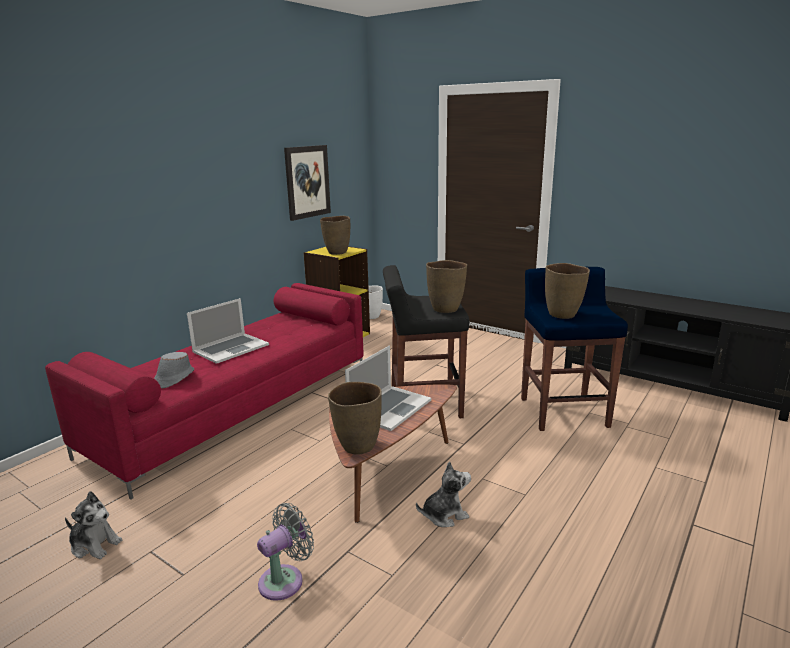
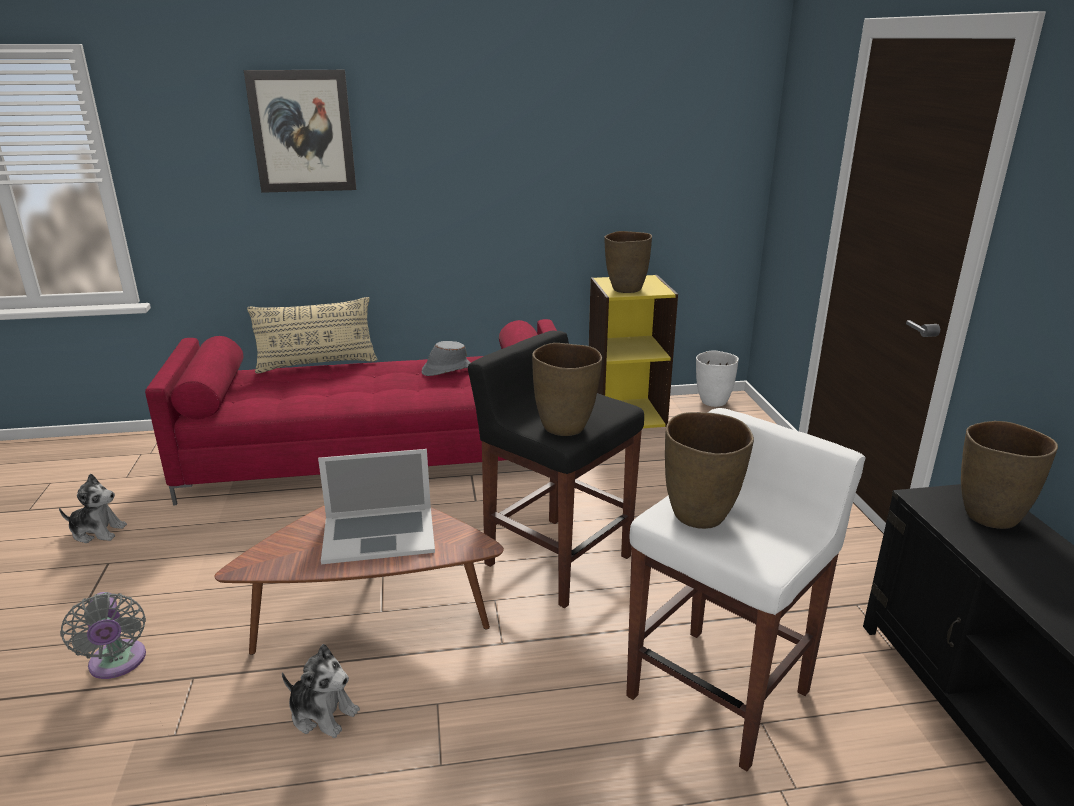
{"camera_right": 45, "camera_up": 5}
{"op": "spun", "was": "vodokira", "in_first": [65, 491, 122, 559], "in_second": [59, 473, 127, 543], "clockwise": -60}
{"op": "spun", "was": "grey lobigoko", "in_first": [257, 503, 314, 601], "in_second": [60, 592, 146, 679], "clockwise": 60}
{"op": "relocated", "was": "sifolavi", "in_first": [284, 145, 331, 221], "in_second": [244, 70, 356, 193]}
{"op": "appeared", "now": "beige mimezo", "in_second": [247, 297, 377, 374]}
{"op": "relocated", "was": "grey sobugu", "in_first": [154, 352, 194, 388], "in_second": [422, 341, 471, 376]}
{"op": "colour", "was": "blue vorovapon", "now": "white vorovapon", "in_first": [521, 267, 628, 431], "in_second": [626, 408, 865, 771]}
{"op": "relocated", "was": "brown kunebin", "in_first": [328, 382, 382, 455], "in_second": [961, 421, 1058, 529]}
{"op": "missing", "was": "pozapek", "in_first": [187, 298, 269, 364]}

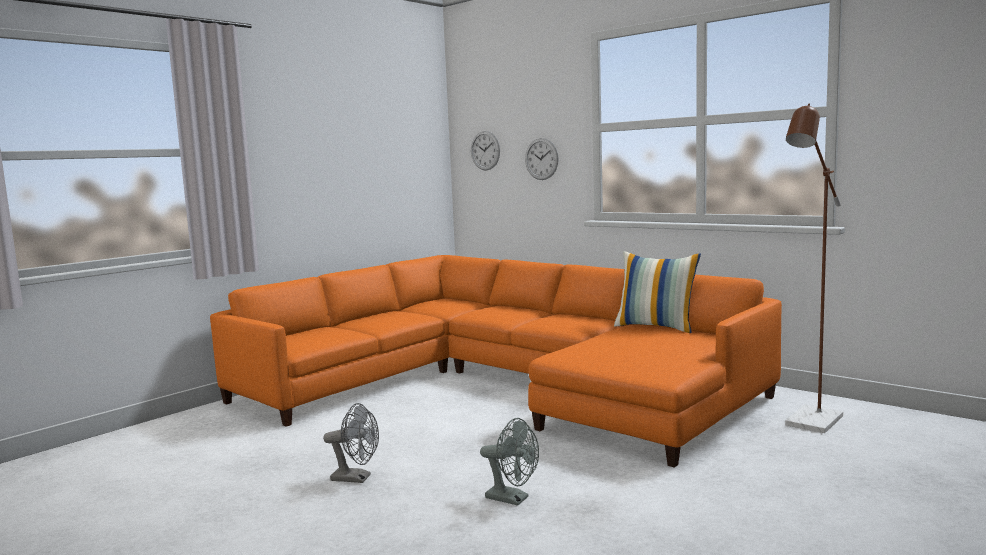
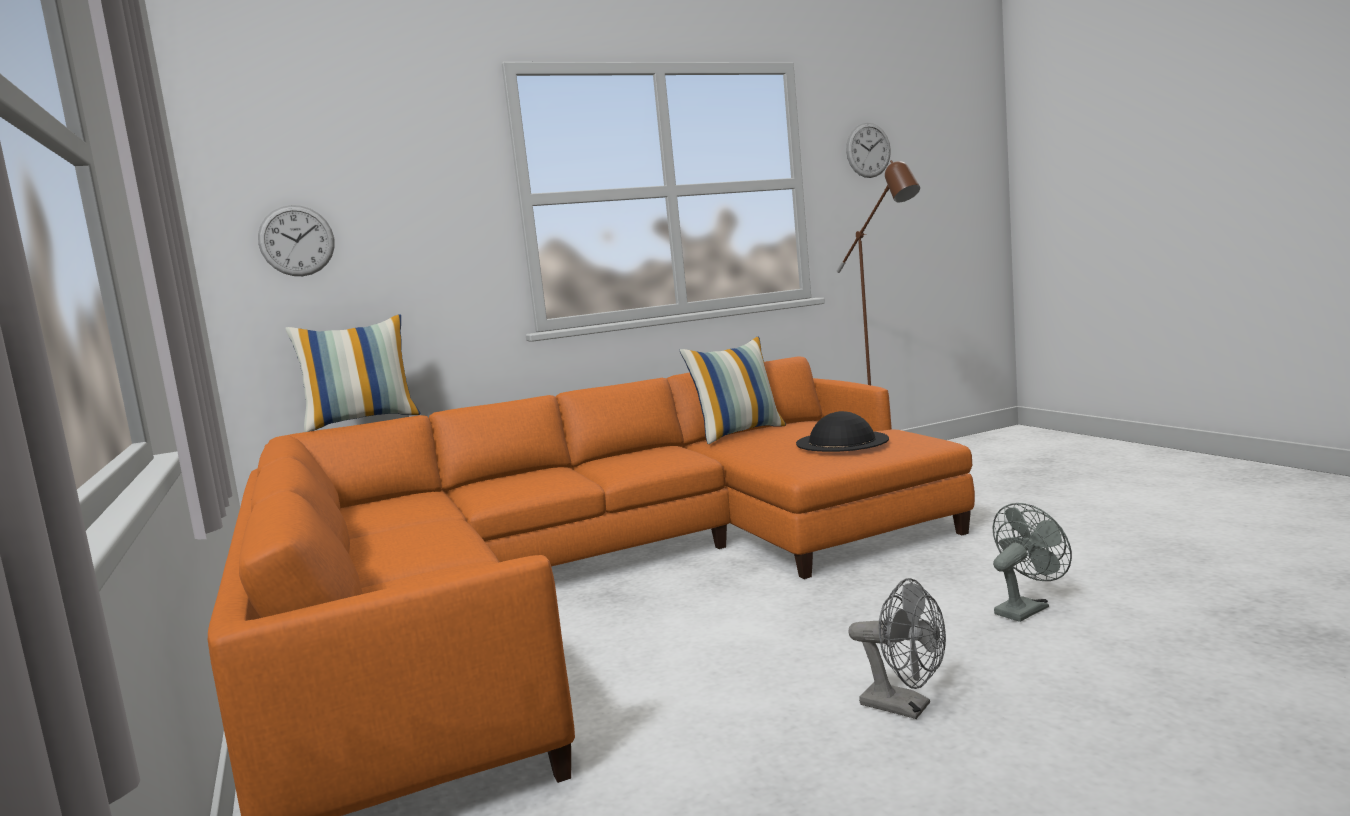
{"camera_right": -65, "camera_up": 0}
{"op": "appeared", "now": "mimezo", "in_second": [285, 314, 421, 432]}
{"op": "appeared", "now": "black sobugu", "in_second": [796, 411, 889, 452]}
{"op": "relocated", "was": "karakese", "in_first": [525, 138, 559, 180], "in_second": [846, 123, 891, 178]}
{"op": "spun", "was": "grey lobigoko", "in_first": [323, 403, 379, 483], "in_second": [848, 578, 946, 719], "clockwise": 90}

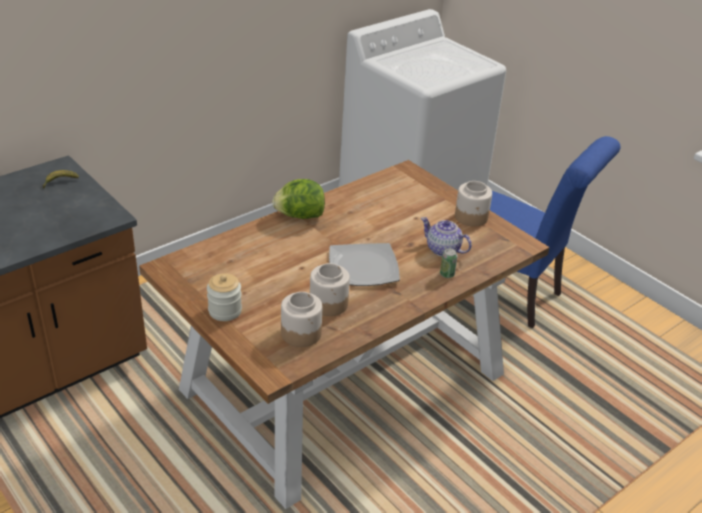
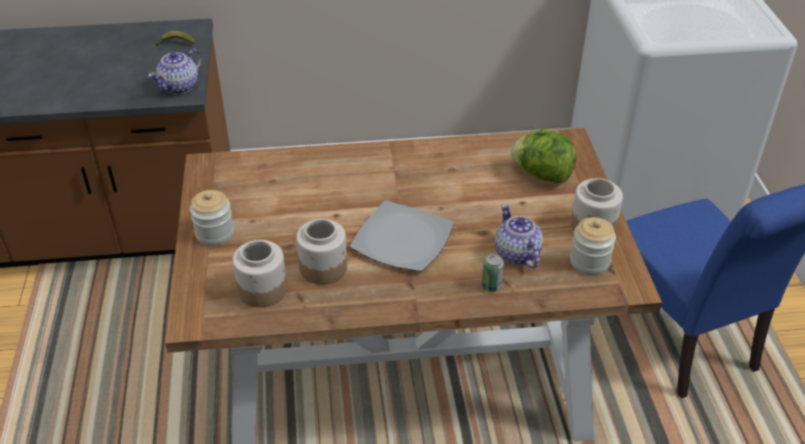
{"camera_right": 35, "camera_up": 5}
{"op": "appeared", "now": "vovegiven", "in_second": [148, 48, 202, 94]}
{"op": "relocated", "was": "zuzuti", "in_first": [272, 179, 325, 219], "in_second": [511, 129, 576, 183]}
{"op": "appeared", "now": "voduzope", "in_second": [570, 217, 616, 275]}

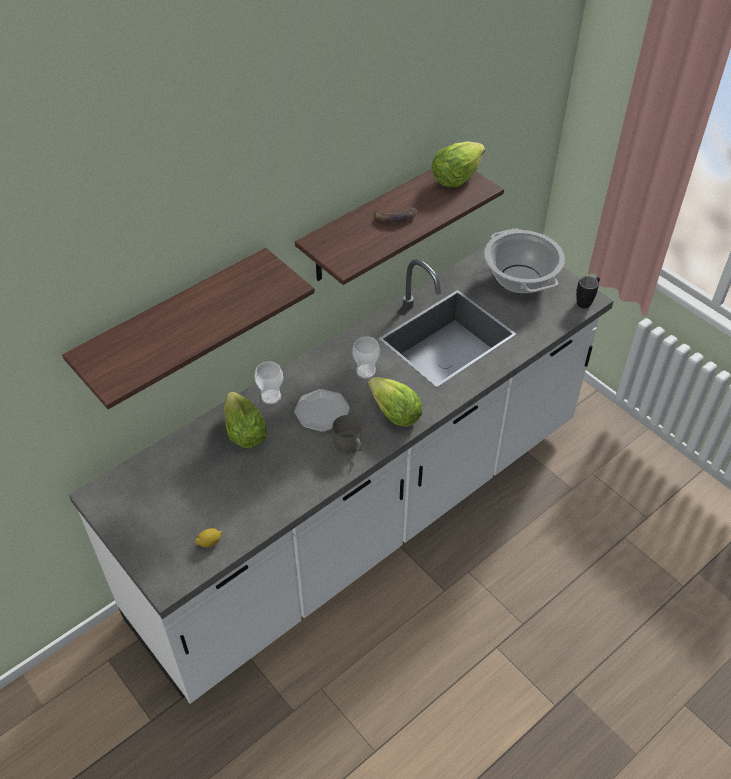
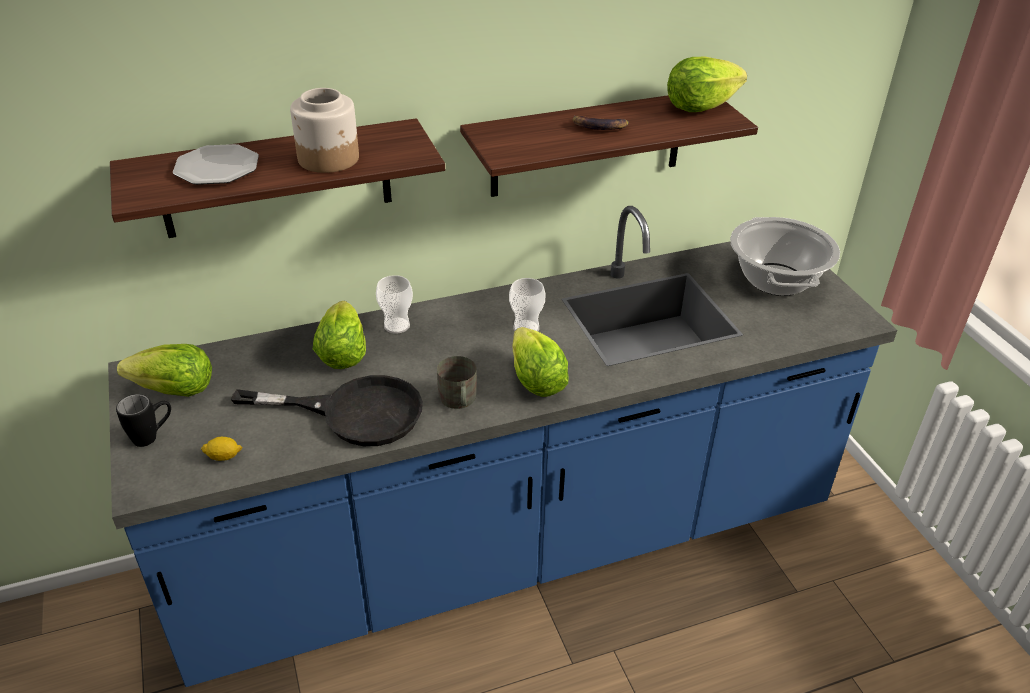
{"camera_right": 20, "camera_up": -10}
{"op": "colour", "was": "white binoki", "now": "blue binoki", "in_first": [69, 246, 614, 704], "in_second": [108, 206, 897, 687]}
{"op": "relocated", "was": "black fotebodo", "in_first": [576, 276, 600, 309], "in_second": [116, 394, 171, 447]}
{"op": "appeared", "now": "zuzuti", "in_second": [117, 344, 212, 397]}
{"op": "relocated", "was": "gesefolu", "in_first": [294, 389, 350, 432], "in_second": [173, 144, 259, 185]}
{"op": "appeared", "now": "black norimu", "in_second": [231, 375, 423, 446]}
{"op": "appeared", "now": "voduzope", "in_second": [290, 88, 359, 173]}

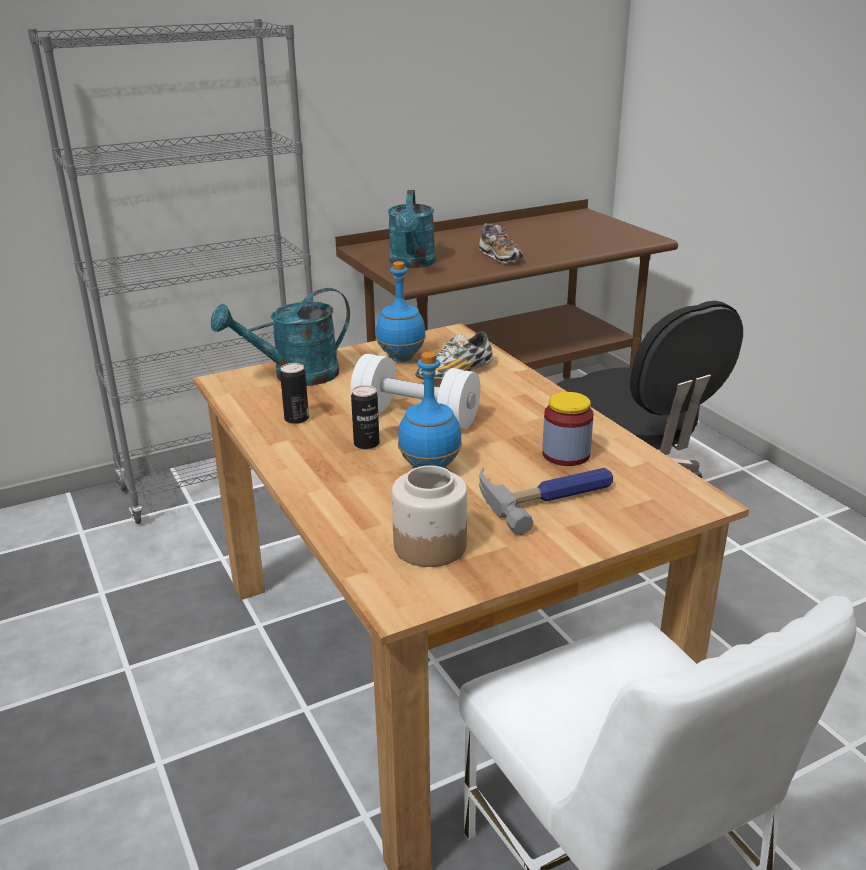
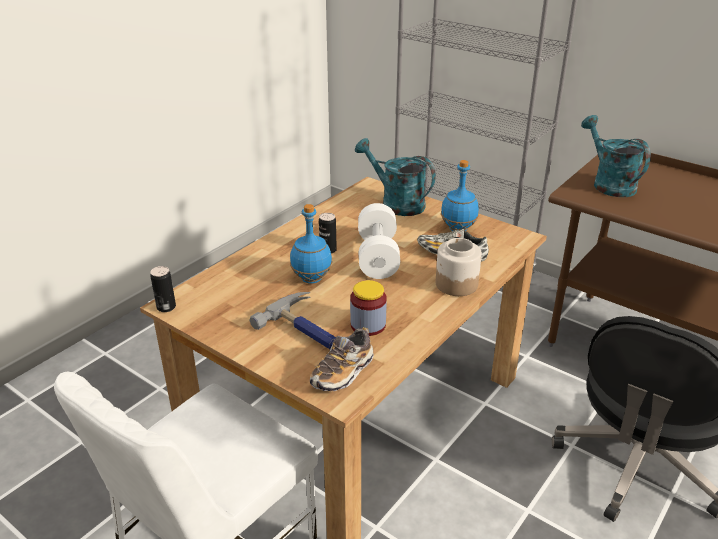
{"camera_right": 65, "camera_up": 5}
{"op": "relocated", "was": "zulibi", "in_first": [280, 363, 309, 424], "in_second": [150, 266, 176, 312]}
{"op": "relocated", "was": "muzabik", "in_first": [479, 223, 523, 263], "in_second": [310, 327, 374, 391]}
{"op": "relocated", "was": "voduzope", "in_first": [392, 466, 467, 567], "in_second": [436, 238, 482, 296]}
{"op": "spun", "was": "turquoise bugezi", "in_first": [388, 190, 436, 268], "in_second": [581, 115, 651, 197], "clockwise": 90}

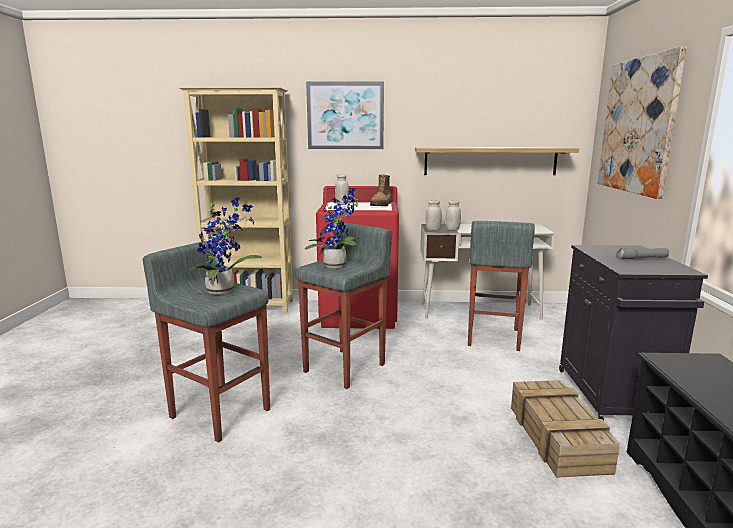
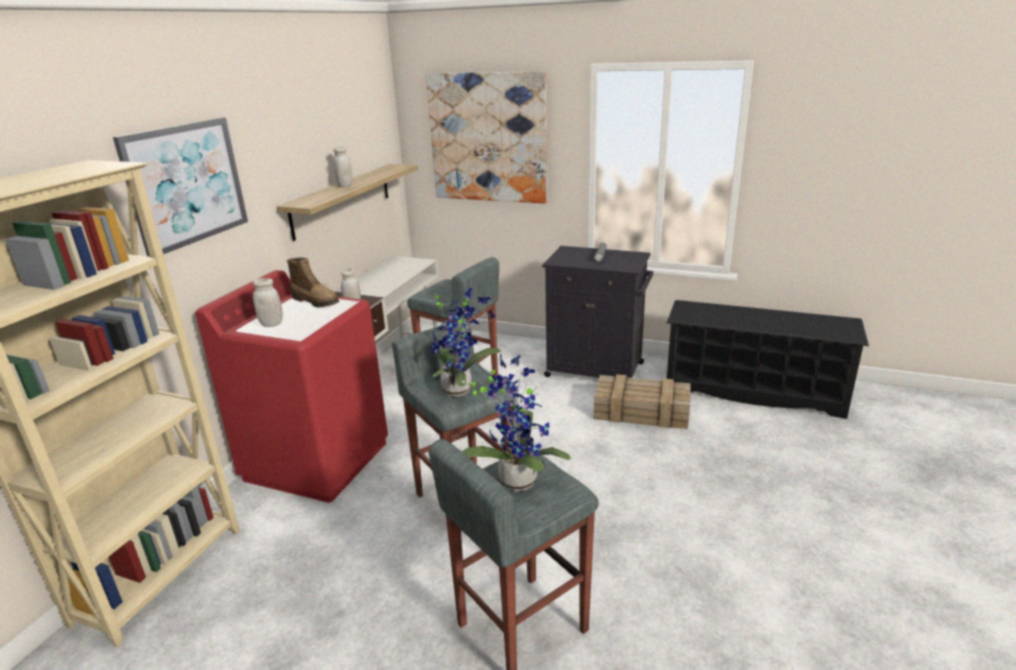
{"camera_right": -70, "camera_up": 10}
{"op": "relocated", "was": "white voduzope", "in_first": [445, 200, 461, 231], "in_second": [333, 147, 353, 187]}

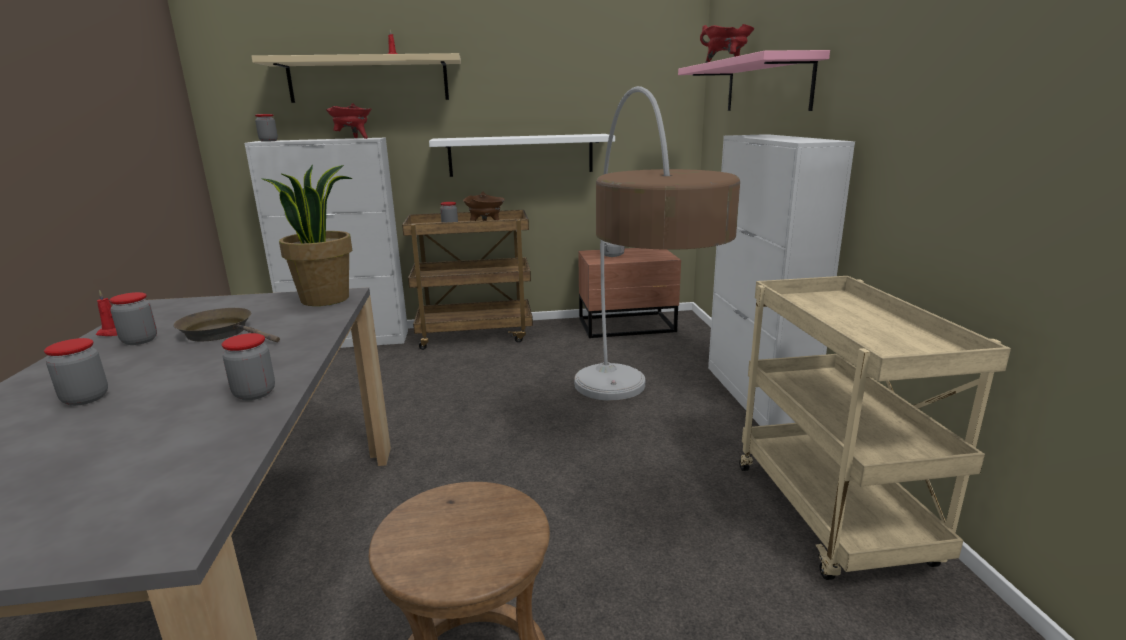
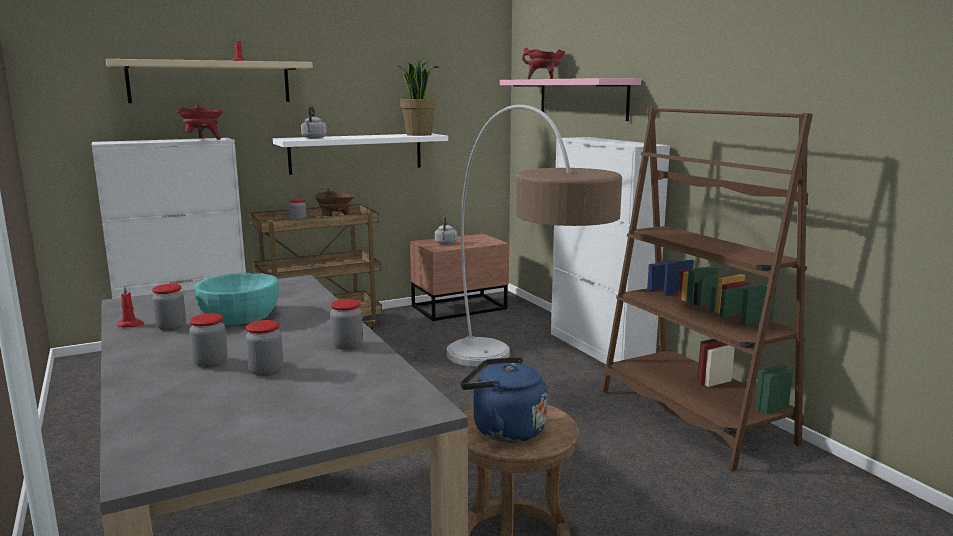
{"camera_right": -20, "camera_up": -5}
{"op": "exchanged", "was": "brown norimu", "now": "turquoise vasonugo", "in_first": [173, 308, 280, 342], "in_second": [195, 272, 279, 325]}
{"op": "relocated", "was": "voduzope", "in_first": [255, 114, 278, 142], "in_second": [245, 320, 283, 376]}
{"op": "appeared", "now": "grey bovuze", "in_second": [301, 106, 327, 139]}
{"op": "relocated", "was": "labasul", "in_first": [263, 165, 353, 306], "in_second": [396, 60, 439, 136]}
{"op": "appeared", "now": "blue bovuze", "in_second": [461, 357, 547, 443]}
{"op": "exchanged", "was": "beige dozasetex", "now": "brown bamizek", "in_first": [739, 276, 1011, 580], "in_second": [602, 107, 813, 471]}

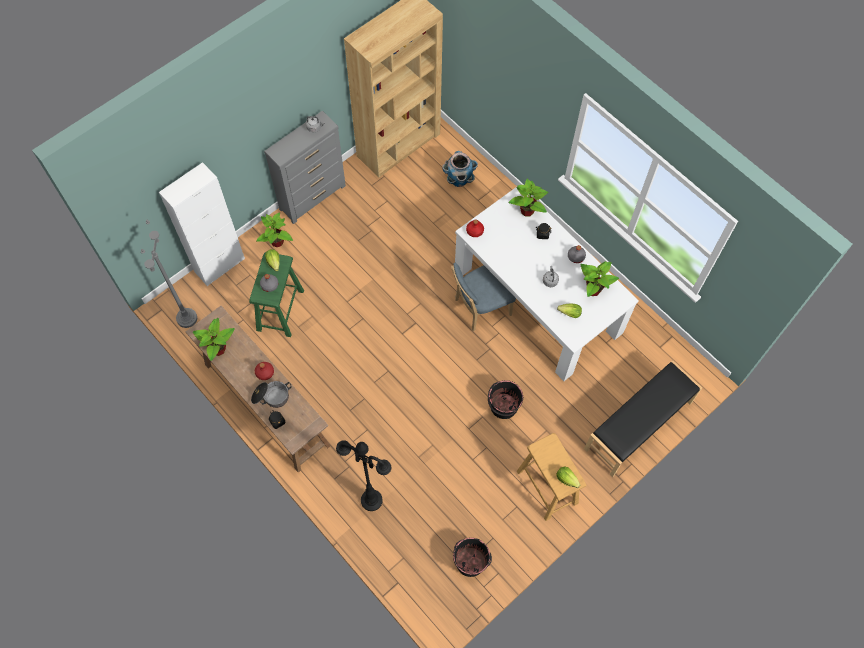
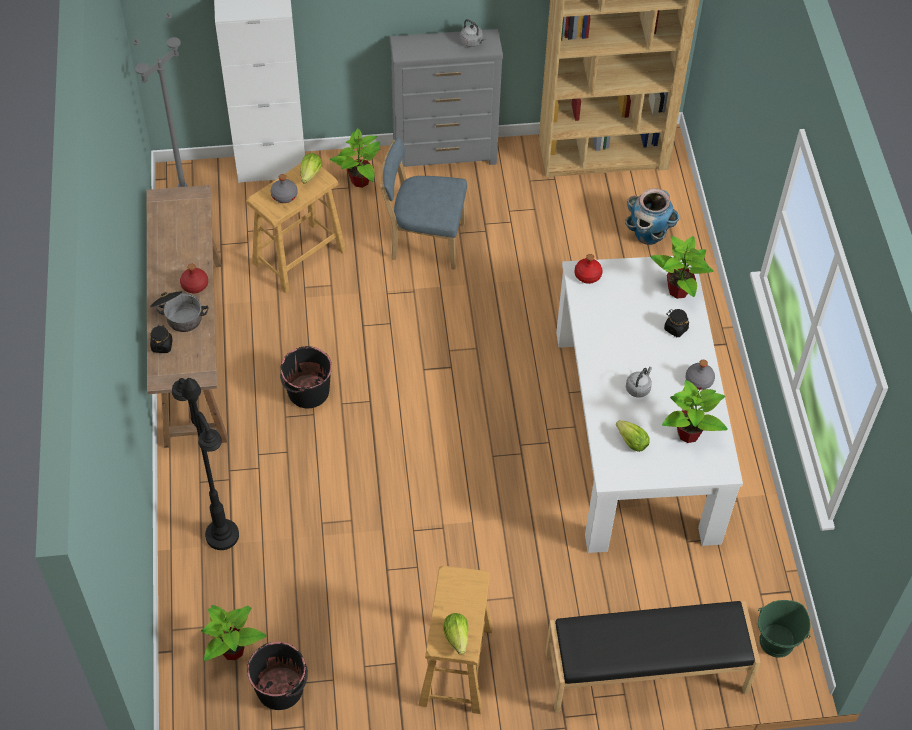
{"camera_right": 35, "camera_up": -10}
{"op": "relocated", "was": "labasul", "in_first": [193, 318, 235, 361], "in_second": [201, 605, 267, 661]}
{"op": "colour", "was": "green vorovapon", "now": "beige vorovapon", "in_first": [249, 252, 304, 337], "in_second": [246, 163, 346, 293]}
{"op": "relocated", "was": "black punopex", "in_first": [488, 380, 523, 419], "in_second": [280, 346, 332, 408]}
{"op": "relocated", "was": "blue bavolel", "in_first": [451, 263, 516, 332], "in_second": [380, 137, 467, 270]}
{"op": "appeared", "now": "green punopex", "in_second": [758, 600, 810, 657]}

